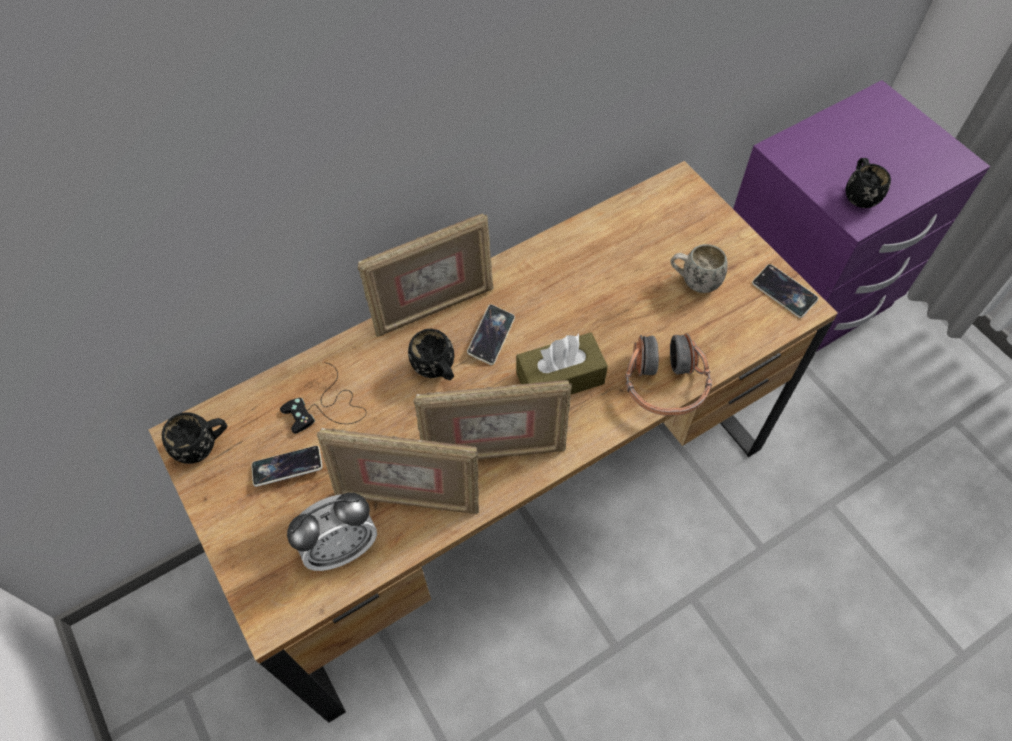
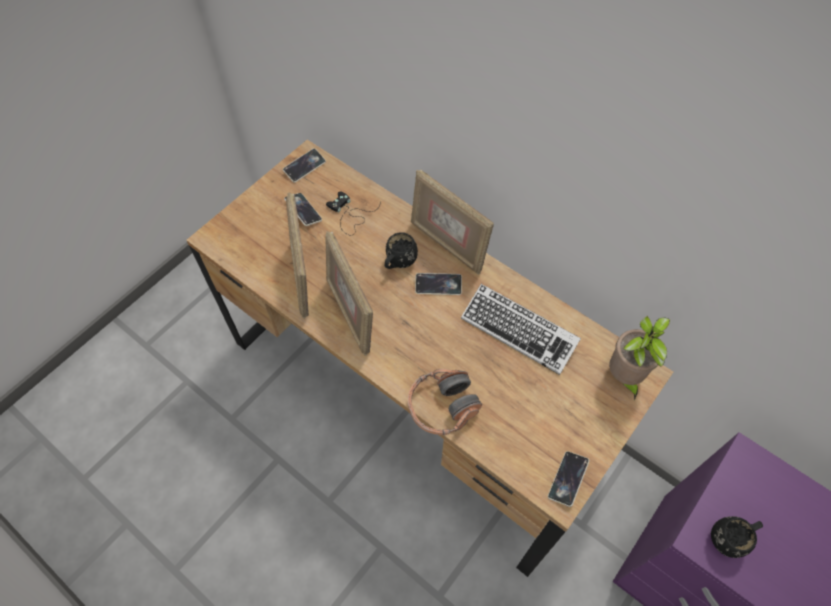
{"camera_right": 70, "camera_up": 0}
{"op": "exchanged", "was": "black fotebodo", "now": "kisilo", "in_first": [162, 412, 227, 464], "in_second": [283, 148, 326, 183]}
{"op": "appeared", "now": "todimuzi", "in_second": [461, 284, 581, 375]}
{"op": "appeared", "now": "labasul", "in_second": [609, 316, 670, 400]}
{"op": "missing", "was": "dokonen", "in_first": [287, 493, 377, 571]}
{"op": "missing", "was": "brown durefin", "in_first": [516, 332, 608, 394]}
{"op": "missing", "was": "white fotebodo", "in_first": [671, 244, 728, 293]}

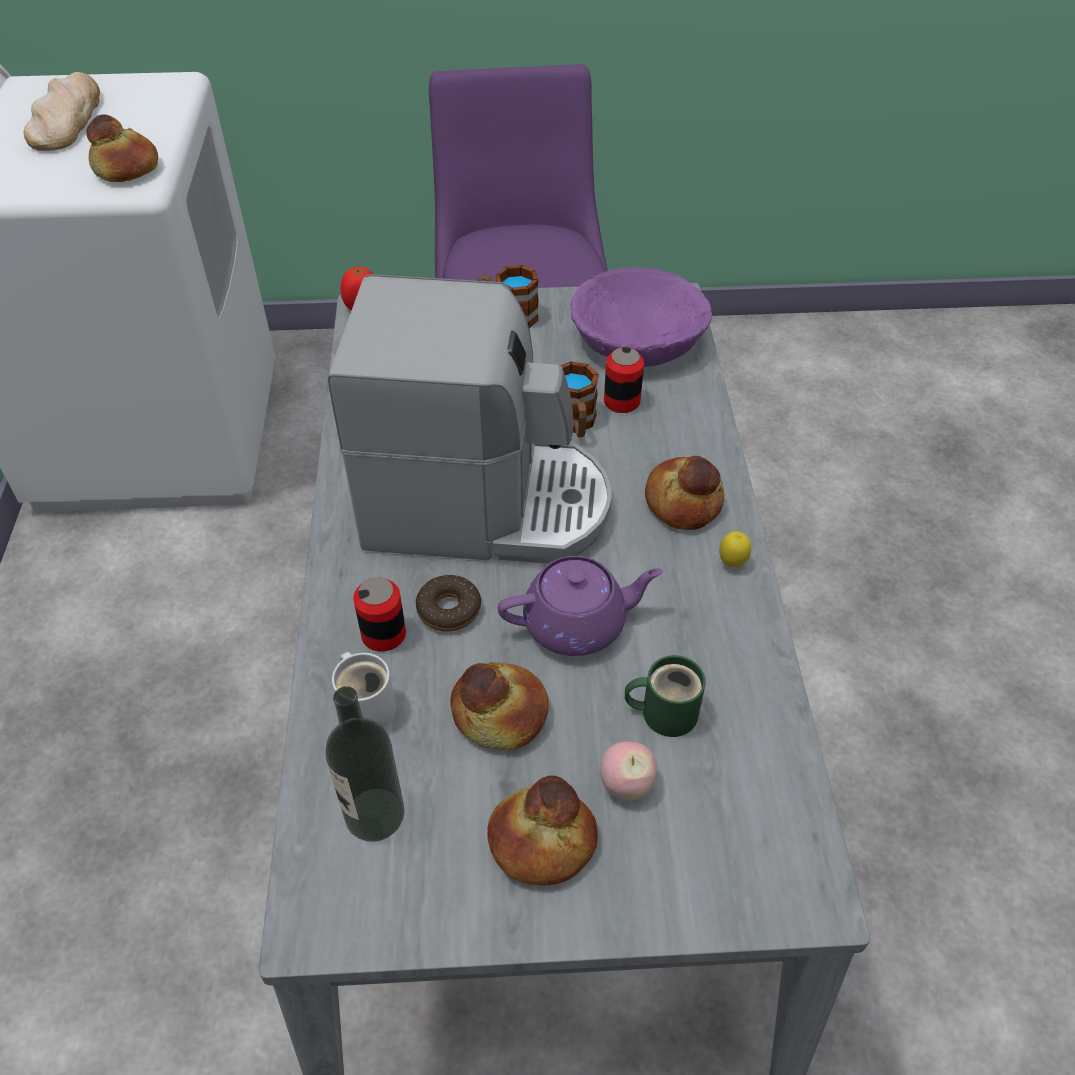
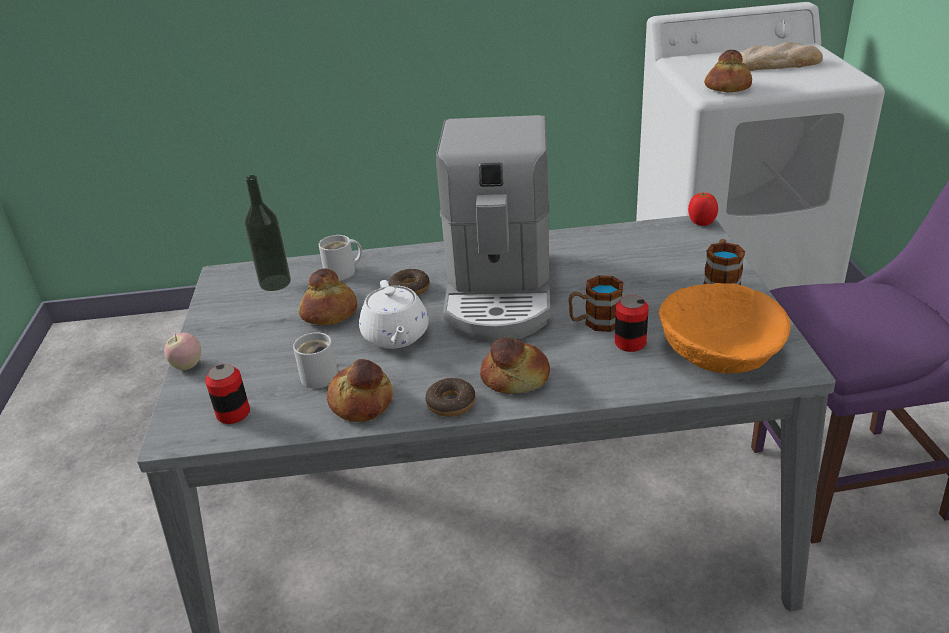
{"camera_right": 90, "camera_up": -15}
{"op": "relocated", "was": "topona", "in_first": [600, 742, 657, 800], "in_second": [164, 333, 201, 370]}
{"op": "relocated", "was": "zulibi", "in_first": [353, 577, 406, 652], "in_second": [205, 364, 250, 424]}
{"op": "colour", "was": "green fotebodo", "now": "white fotebodo", "in_first": [625, 655, 706, 737], "in_second": [293, 332, 338, 389]}
{"op": "relocated", "was": "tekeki", "in_first": [487, 776, 598, 885], "in_second": [327, 359, 393, 422]}
{"op": "colour", "was": "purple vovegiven", "now": "white vovegiven", "in_first": [498, 556, 663, 656], "in_second": [359, 280, 429, 349]}
{"op": "exchanged", "was": "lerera", "now": "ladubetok", "in_first": [719, 531, 751, 567], "in_second": [425, 378, 476, 417]}
{"op": "colour", "was": "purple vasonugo", "now": "orange vasonugo", "in_first": [571, 268, 712, 367], "in_second": [659, 283, 791, 374]}

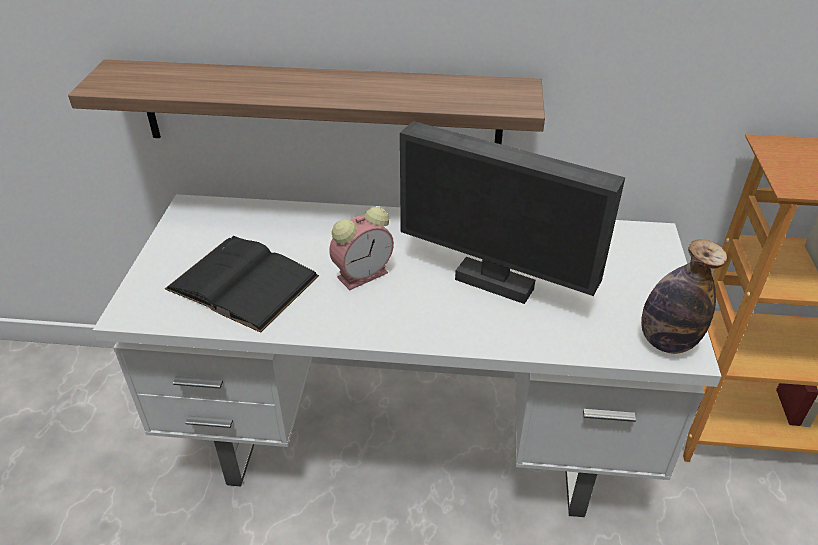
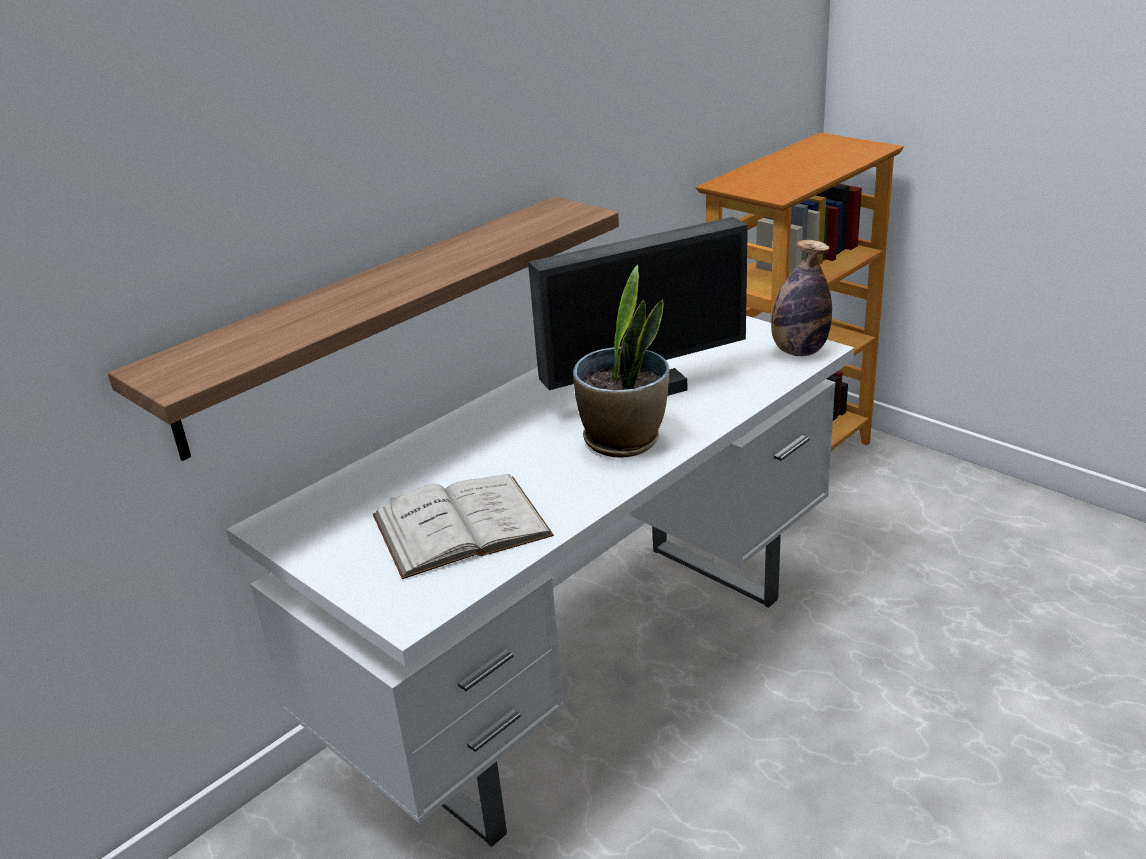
{"camera_right": -50, "camera_up": -10}
{"op": "colour", "was": "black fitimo", "now": "white fitimo", "in_first": [165, 236, 319, 333], "in_second": [373, 474, 554, 579]}
{"op": "appeared", "now": "labasul", "in_second": [573, 265, 669, 457]}
{"op": "missing", "was": "dokonen", "in_first": [329, 207, 394, 290]}

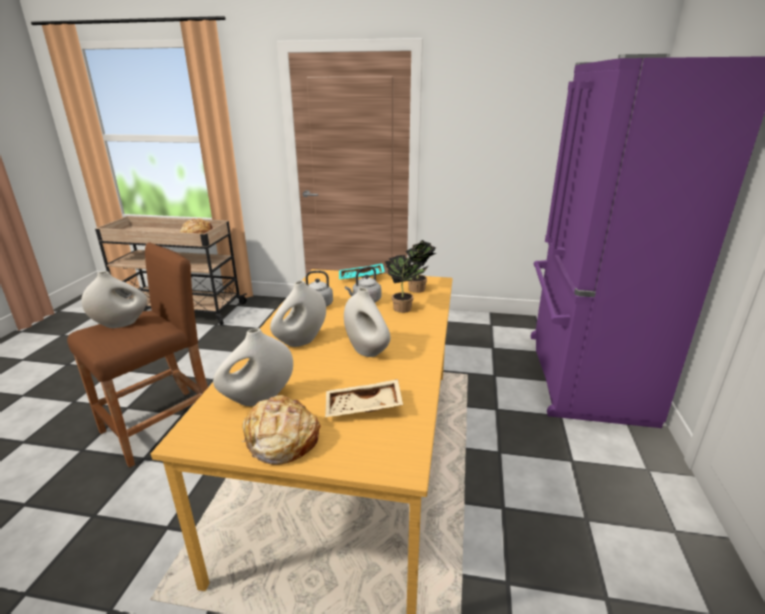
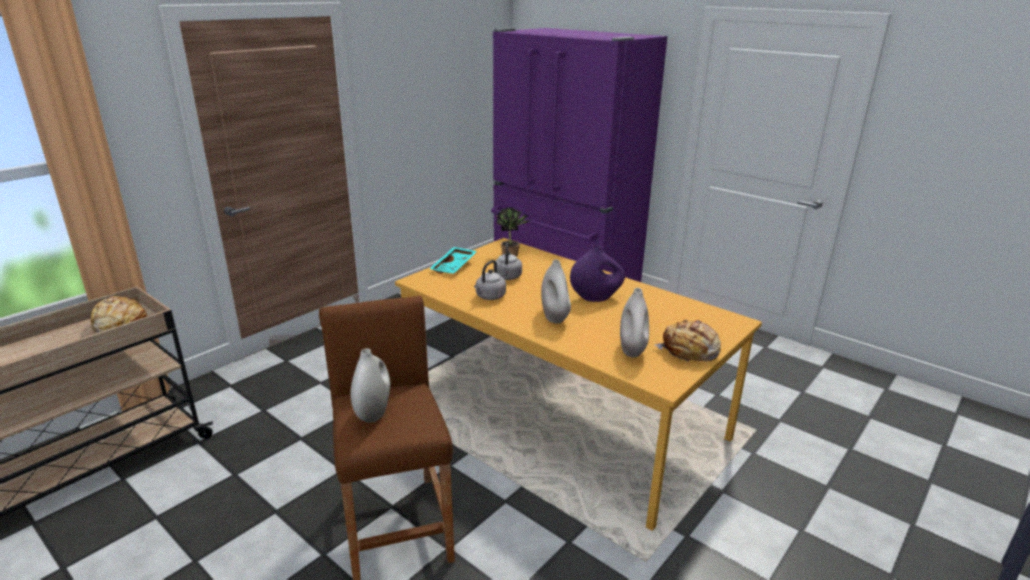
{"camera_right": -60, "camera_up": 0}
{"op": "colour", "was": "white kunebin", "now": "purple kunebin", "in_first": [344, 287, 391, 357], "in_second": [570, 245, 625, 302]}
{"op": "missing", "was": "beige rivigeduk", "in_first": [325, 379, 403, 417]}
{"op": "missing", "was": "labasul", "in_first": [385, 255, 428, 313]}

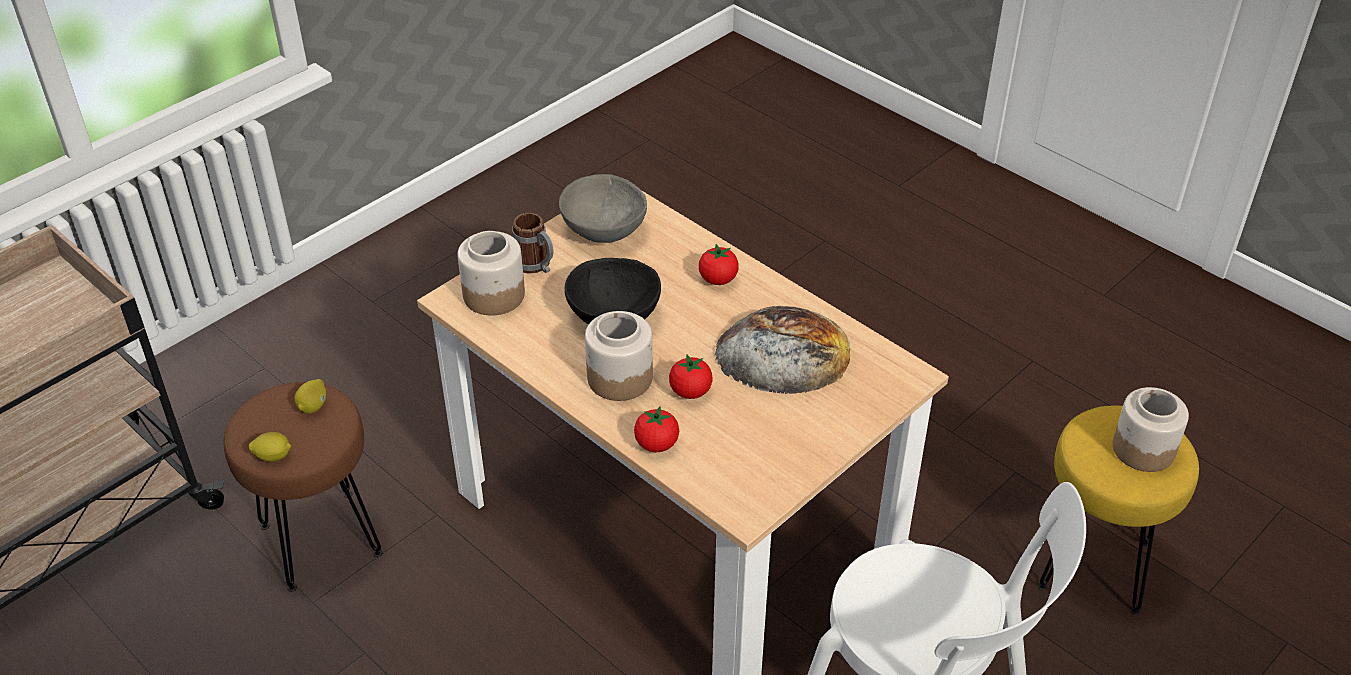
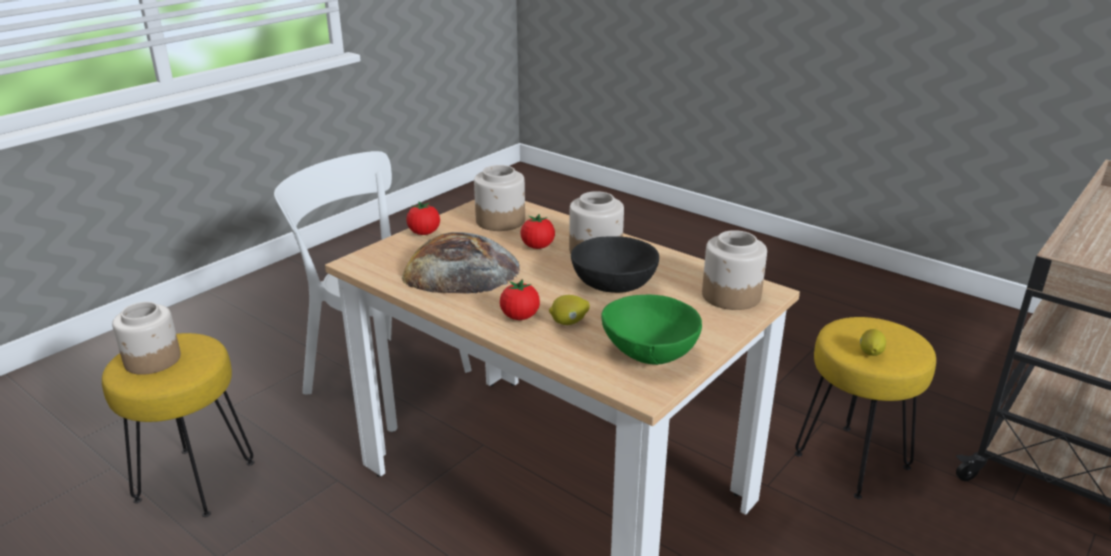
{"camera_right": 175, "camera_up": -15}
{"op": "relocated", "was": "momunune", "in_first": [634, 406, 679, 452], "in_second": [406, 202, 440, 235]}
{"op": "appeared", "now": "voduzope", "in_second": [474, 165, 525, 231]}
{"op": "relocated", "was": "lerera", "in_first": [249, 432, 291, 462], "in_second": [549, 295, 590, 325]}
{"op": "colour", "was": "grey vasonugo", "now": "green vasonugo", "in_first": [559, 174, 647, 243], "in_second": [601, 295, 702, 365]}
{"op": "colour", "was": "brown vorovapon", "now": "yellow vorovapon", "in_first": [224, 382, 382, 592], "in_second": [795, 317, 936, 499]}
{"op": "missing", "was": "fotebodo", "in_first": [512, 213, 554, 274]}

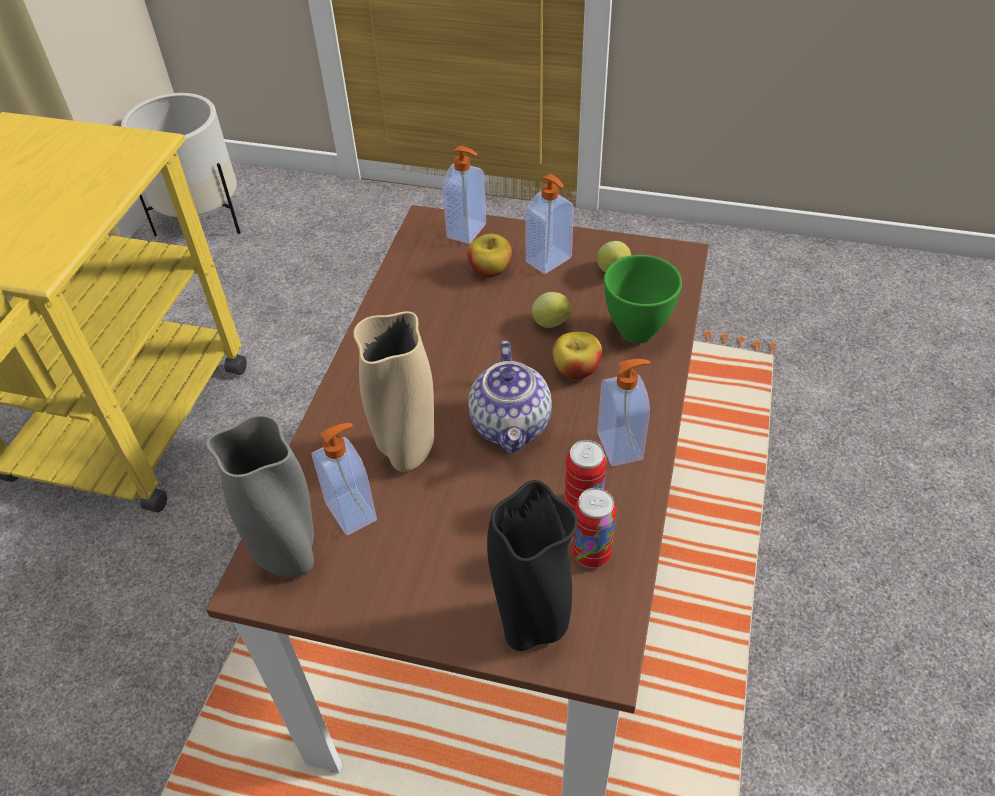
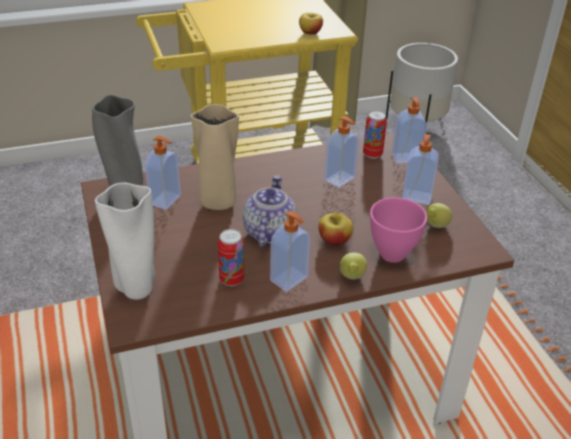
{"camera_right": 55, "camera_up": -10}
{"op": "colour", "was": "black kunebin", "now": "white kunebin", "in_first": [487, 480, 578, 651], "in_second": [95, 182, 155, 300]}
{"op": "spun", "was": "vovegiven", "in_first": [468, 341, 552, 453], "in_second": [243, 175, 297, 247], "clockwise": 135}
{"op": "relocated", "was": "topona", "in_first": [467, 233, 512, 278], "in_second": [299, 13, 323, 35]}
{"op": "appeared", "now": "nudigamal", "in_second": [324, 116, 359, 188]}
{"op": "relocated", "was": "lerera", "in_first": [532, 292, 572, 328], "in_second": [340, 253, 367, 280]}
{"op": "relocated", "was": "zulibi", "in_first": [572, 488, 617, 568], "in_second": [363, 110, 387, 159]}
{"op": "colour", "was": "green vasonugo", "now": "pink vasonugo", "in_first": [604, 255, 682, 343], "in_second": [370, 197, 427, 263]}

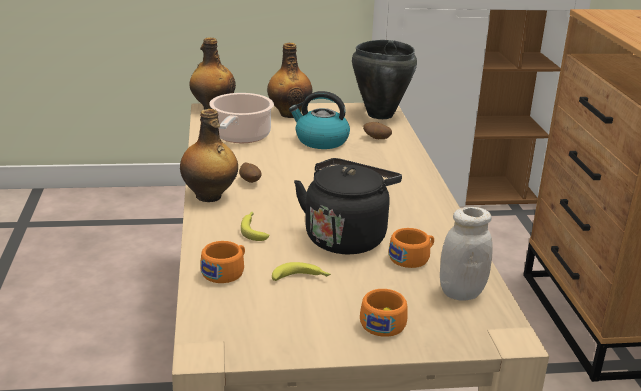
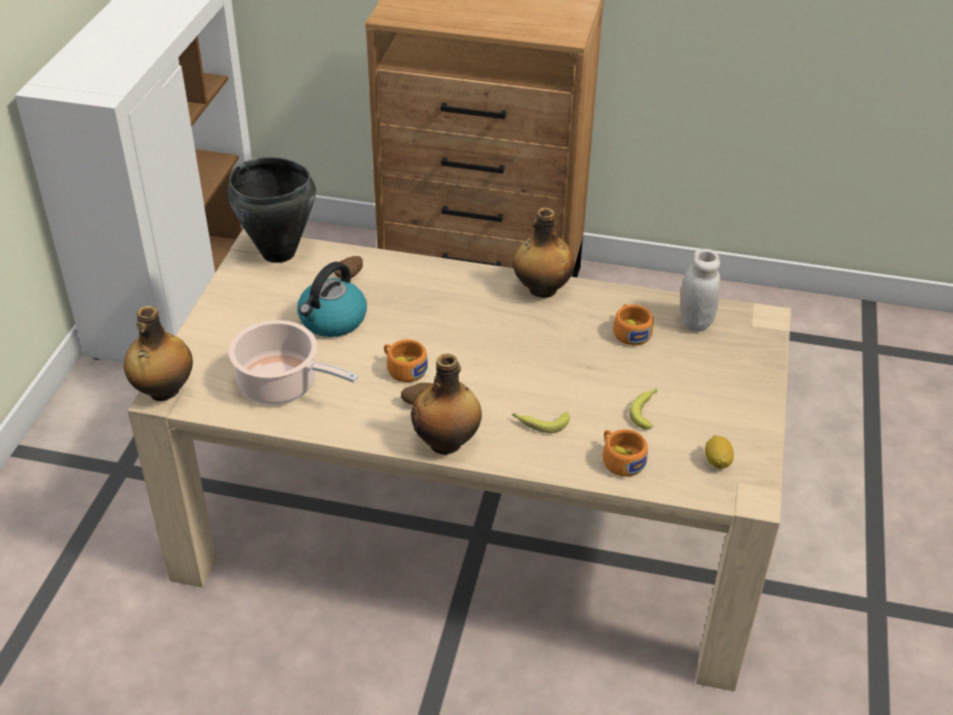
{"camera_right": -70, "camera_up": 15}
{"op": "relocated", "was": "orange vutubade", "in_first": [360, 289, 408, 337], "in_second": [384, 339, 428, 382]}
{"op": "relocated", "was": "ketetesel", "in_first": [267, 43, 312, 118], "in_second": [513, 208, 575, 298]}
{"op": "appeared", "now": "lerera", "in_second": [705, 435, 734, 469]}
{"op": "missing", "was": "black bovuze", "in_first": [294, 158, 402, 254]}

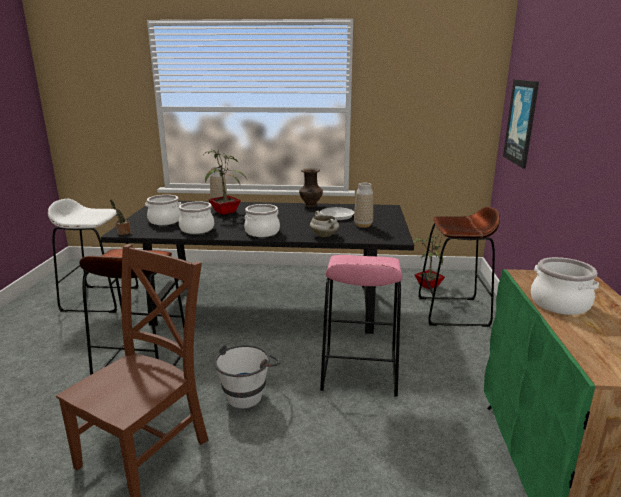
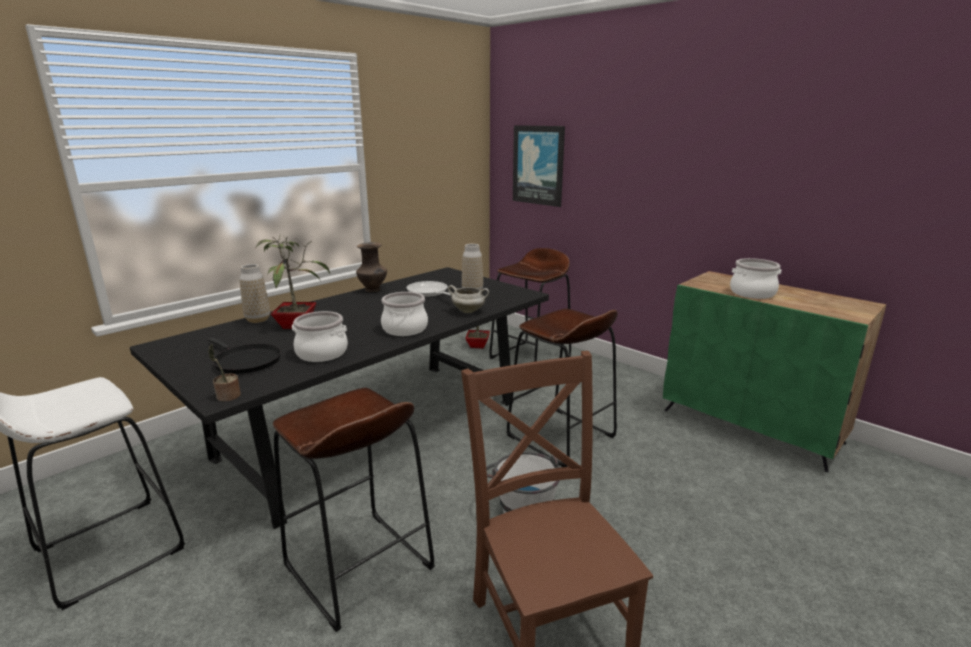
{"camera_right": -50, "camera_up": 0}
{"op": "exchanged", "was": "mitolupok", "now": "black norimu", "in_first": [145, 195, 181, 225], "in_second": [208, 337, 281, 374]}
{"op": "colour", "was": "pink vorovapon", "now": "brown vorovapon", "in_first": [320, 255, 403, 397], "in_second": [507, 309, 618, 467]}

